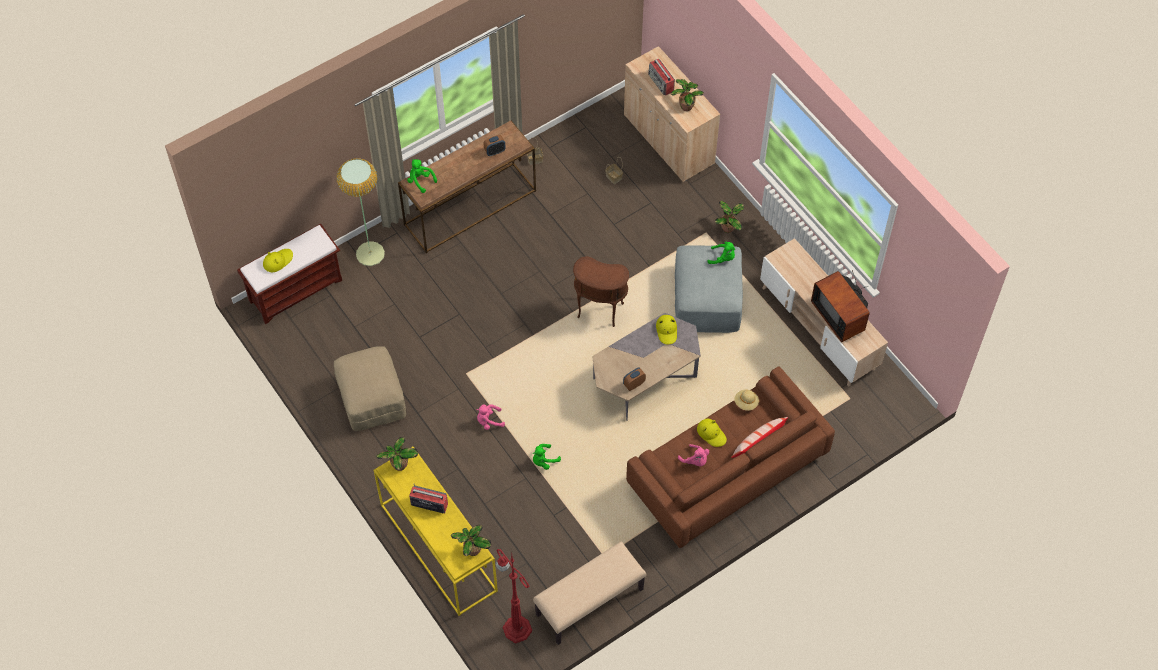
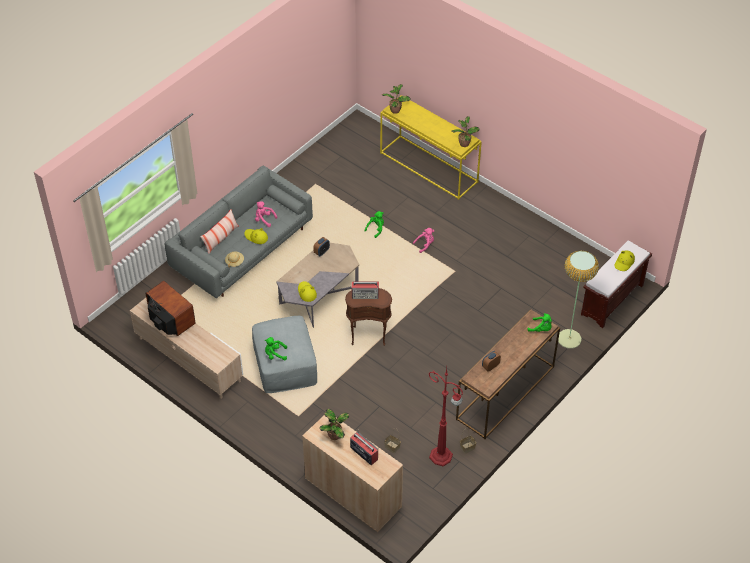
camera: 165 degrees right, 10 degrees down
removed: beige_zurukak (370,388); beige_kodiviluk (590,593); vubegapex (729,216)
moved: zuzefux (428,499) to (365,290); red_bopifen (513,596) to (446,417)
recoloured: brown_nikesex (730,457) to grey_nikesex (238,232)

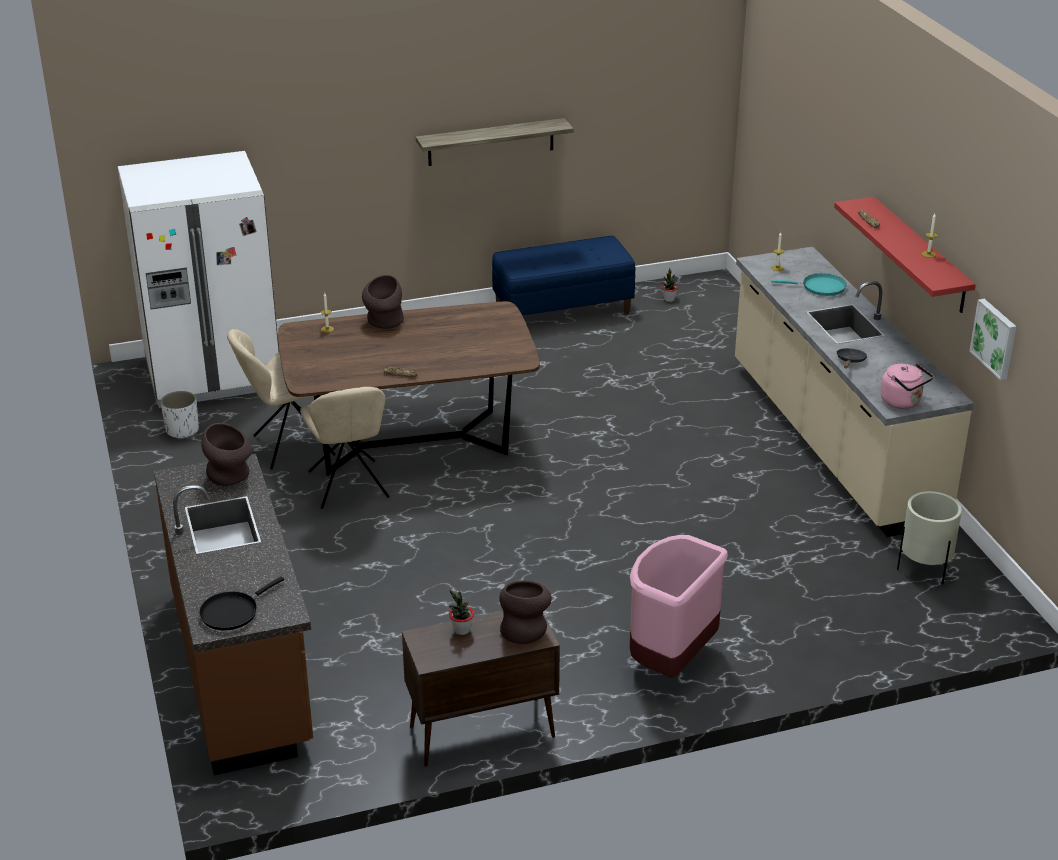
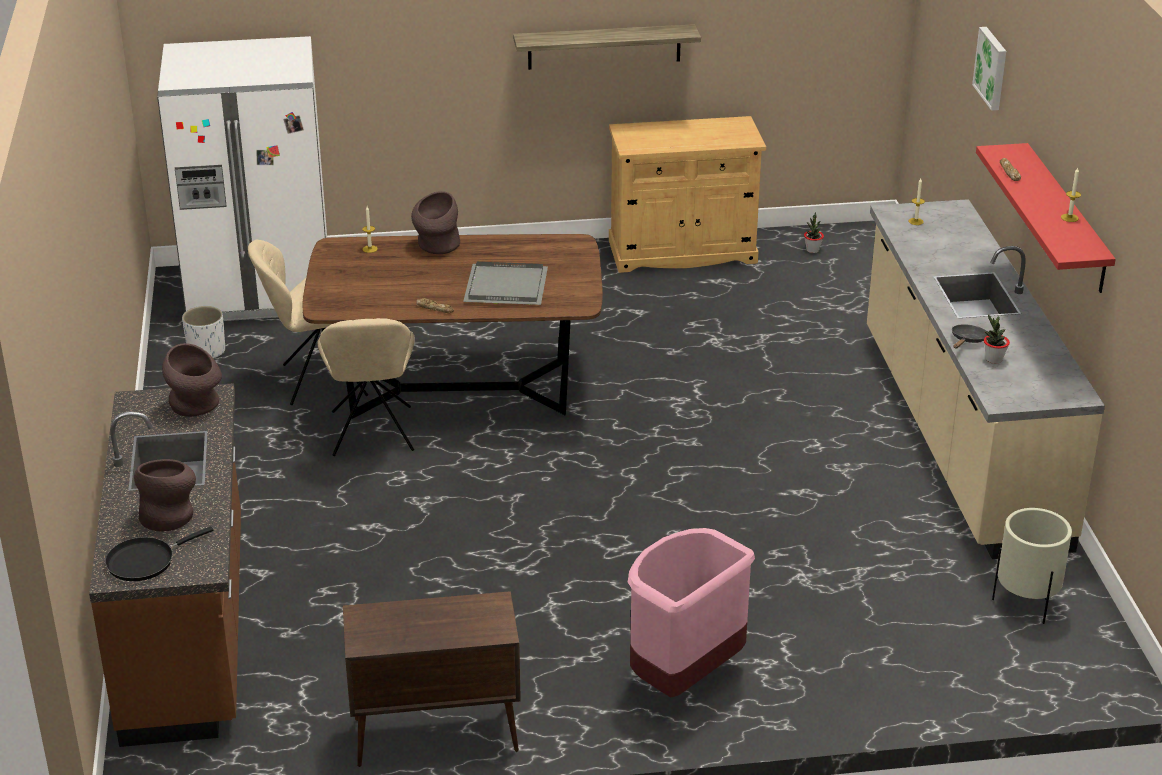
camera: 10 degrees right, 0 degrees up
removed: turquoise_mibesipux (809,284); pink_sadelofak (907,386)
added: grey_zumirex (505,283)
moved: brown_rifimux (525,612) to (165,495); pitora (993,339) to (989,69); vubegapex (461,612) to (997,339)
replaced: blue_kodiviluk (563,275) to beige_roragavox (687,194)

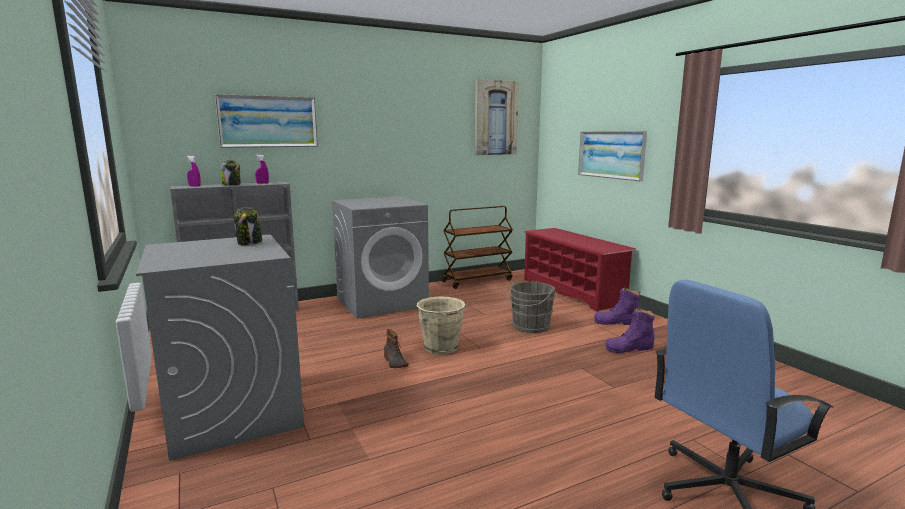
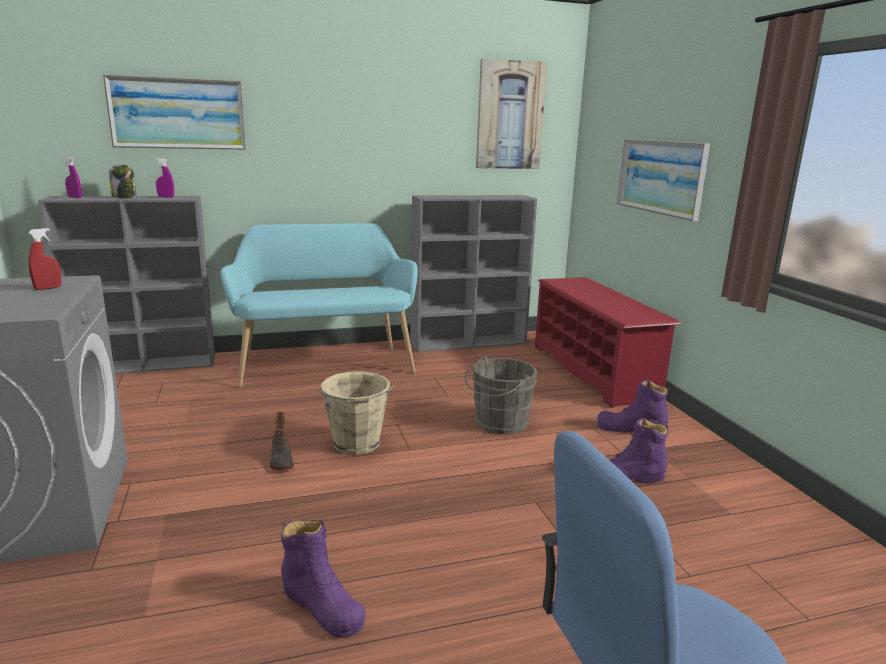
camera: 10 degrees right, 5 degrees up
added: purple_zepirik (323,579)
replaced: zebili (247,226) to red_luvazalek (44,259); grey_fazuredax (380,257) to turquoise_kodiviluk (319,305); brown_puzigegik (477,247) to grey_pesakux (473,273)

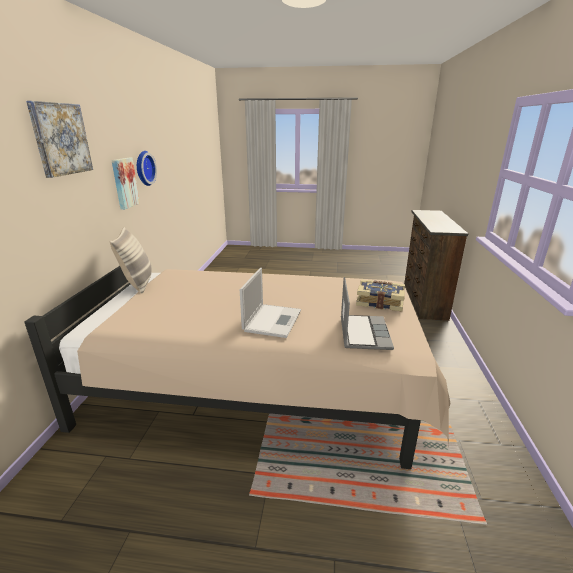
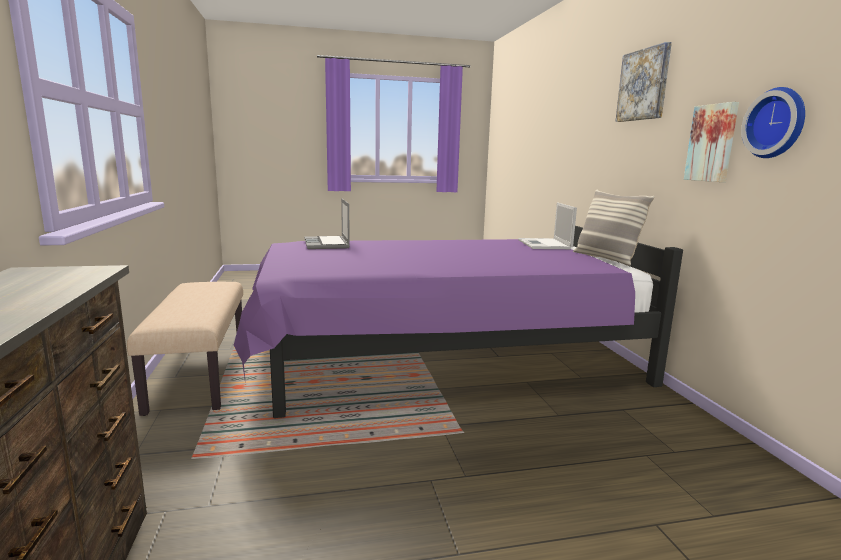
camera: 160 degrees right, 10 degrees down
removed: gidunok (380,295)
added: beige_kodiviluk (185,349)
moved: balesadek (270,303) to (547,225)
recoloured: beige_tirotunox (237,367) to purple_tirotunox (458,322)

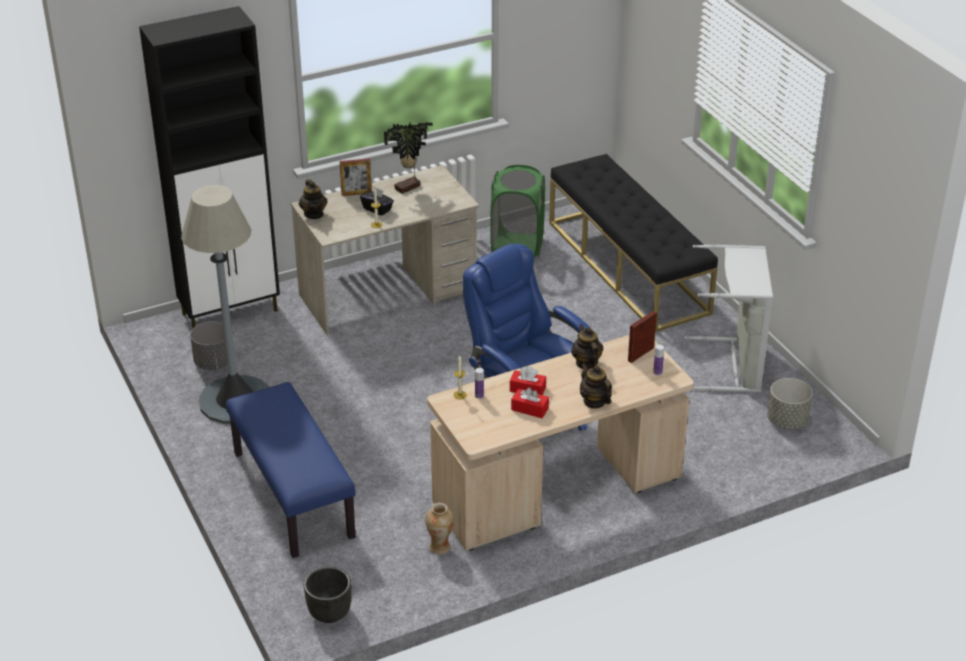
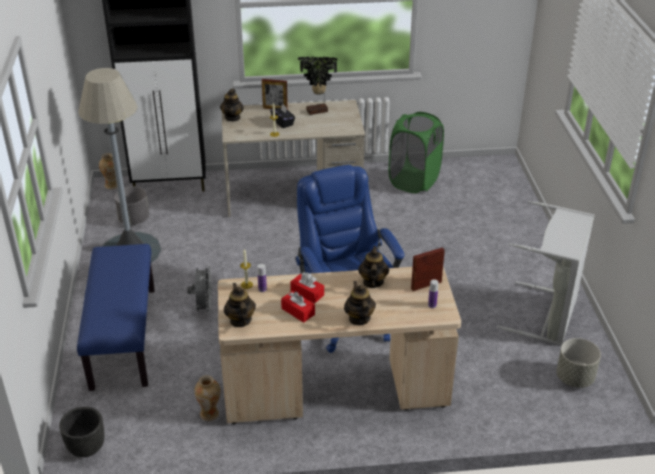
camera: 20 degrees right, 0 degrees up
removed: black_kodiviluk (633,243)
added: rifimux (108,171); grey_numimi (200,289); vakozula (240,305)

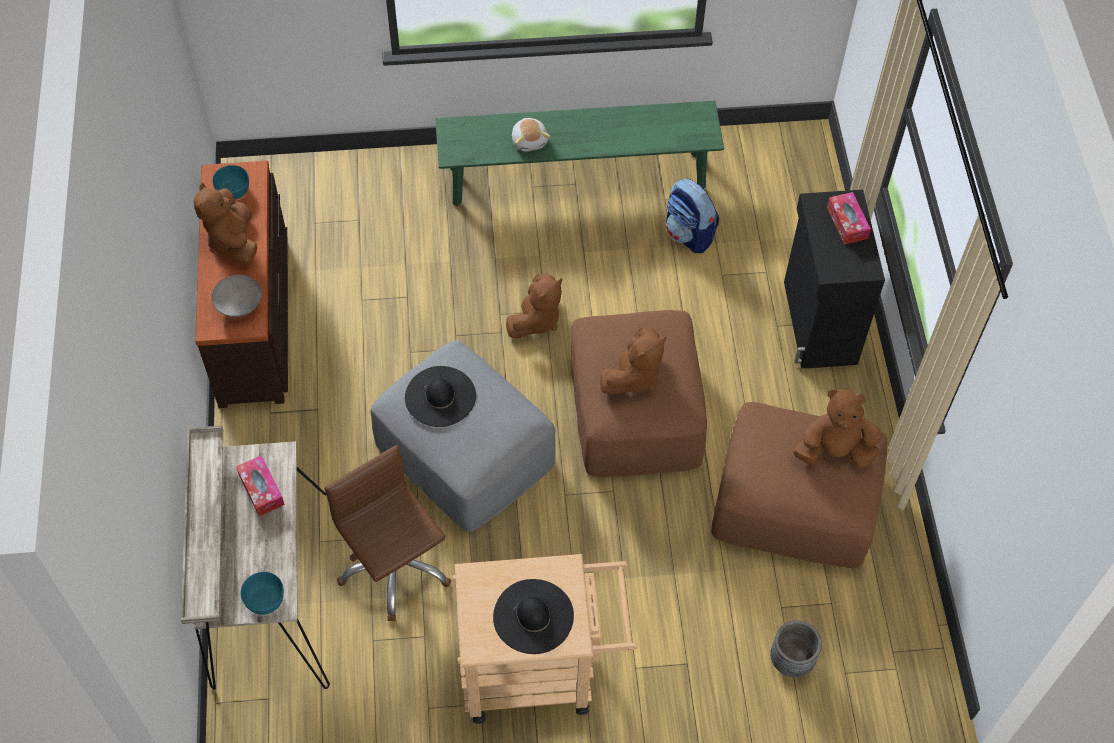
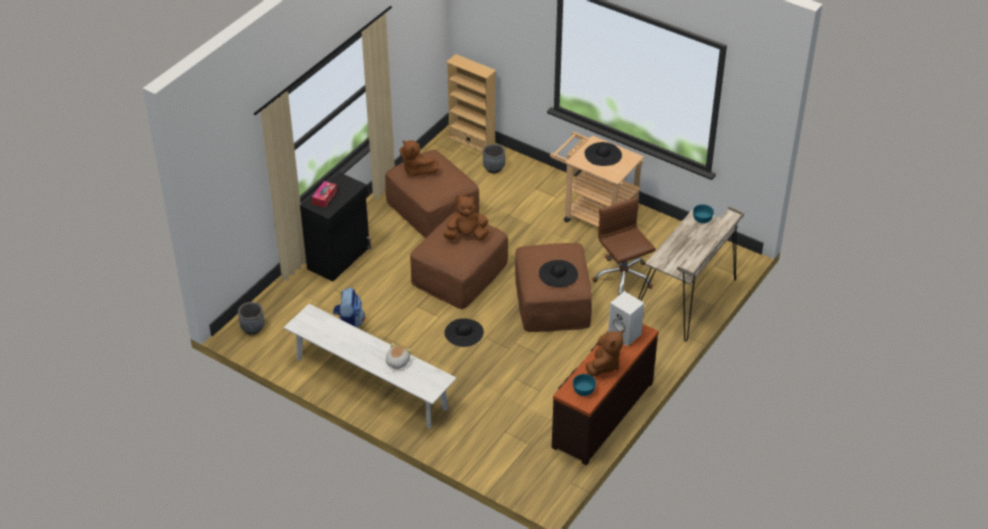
camera: 140 degrees left, 15 degrees down
removed: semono (260,485)
added: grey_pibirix (251,318); beige_pesakux (471,103)
replaced: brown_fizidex (534,305) to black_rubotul (464,332); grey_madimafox (236,296) to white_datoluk (626,318)
recoloured: green_kodiviluk (579,154) to white_kodiviluk (370,366); grey_zurukak (462,436) to brown_zurukak (553,287)
turned: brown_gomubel (388,533) = (624,246) 150 degrees clockwise

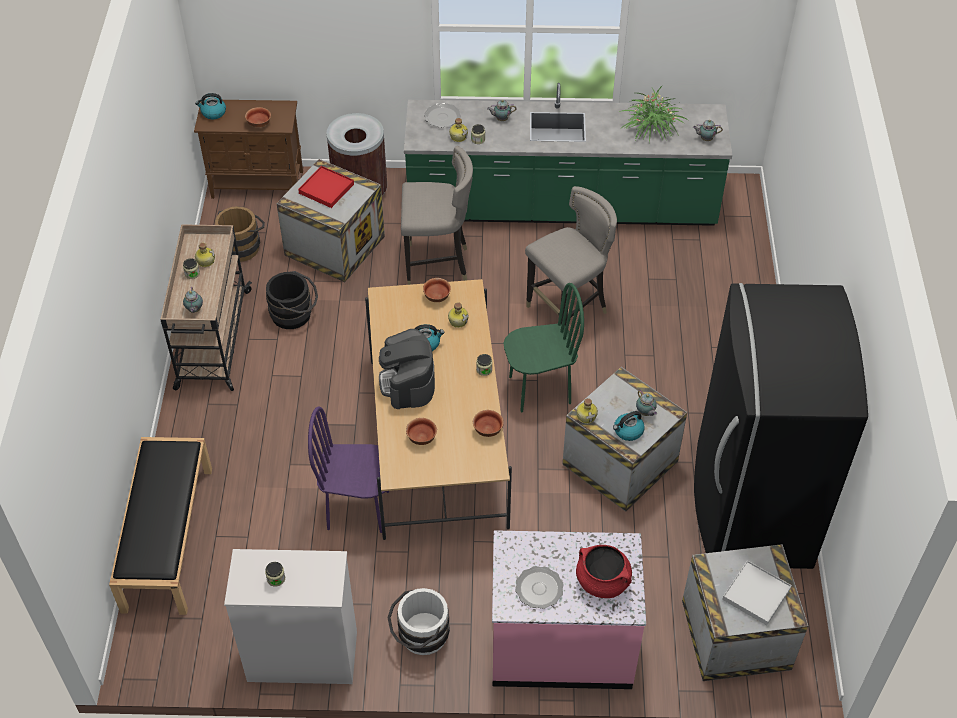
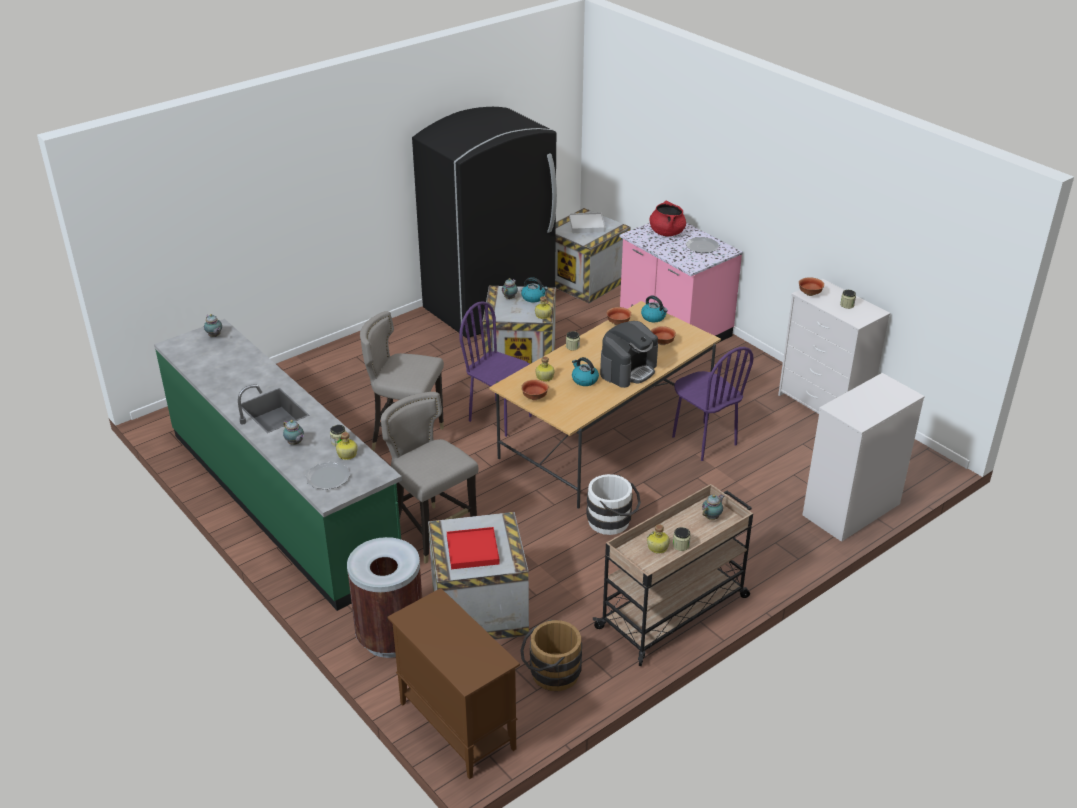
camera: 130 degrees left, 15 degrees down
removed: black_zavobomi (292,300); vubegapex (653,114)
moved: white_zavobomi (419,621) to (613,504); sadelofak (210,106) to (654,309); madimafox (258,117) to (811,286)
replaced: black_kodiviluk (160,526) to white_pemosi (864,457)
recoloured: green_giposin (543,347) to purple_giposin (495,369)

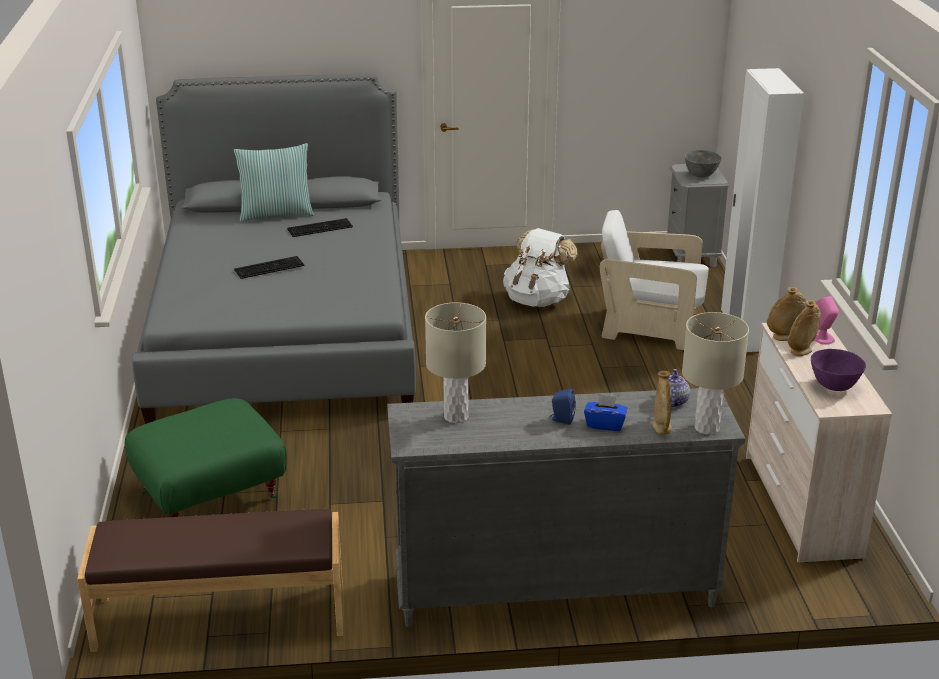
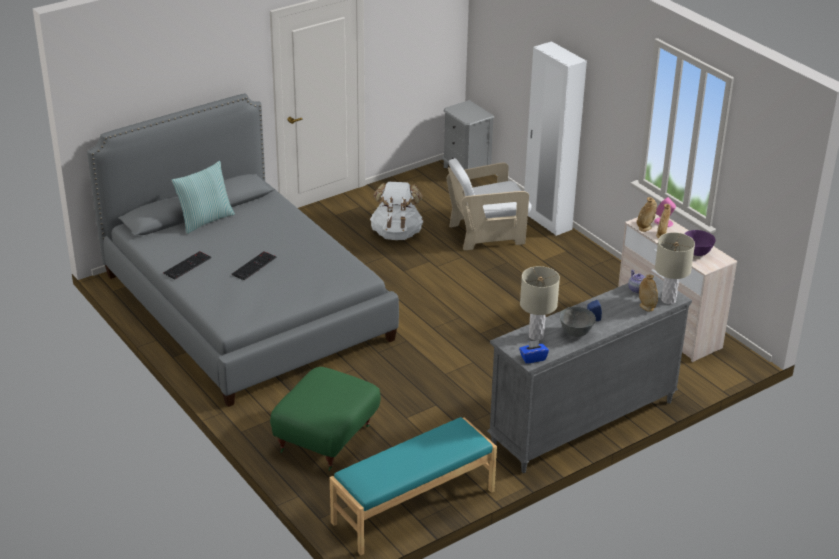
camera: 30 degrees left, 5 degrees up
moved: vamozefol (320,227) to (187,265); blue_semono (606,412) to (534,352); grey_madimafox (703,163) to (578,322)
recoloured: brown_kodiviluk (210,580) to turquoise_kodiviluk (413,486)

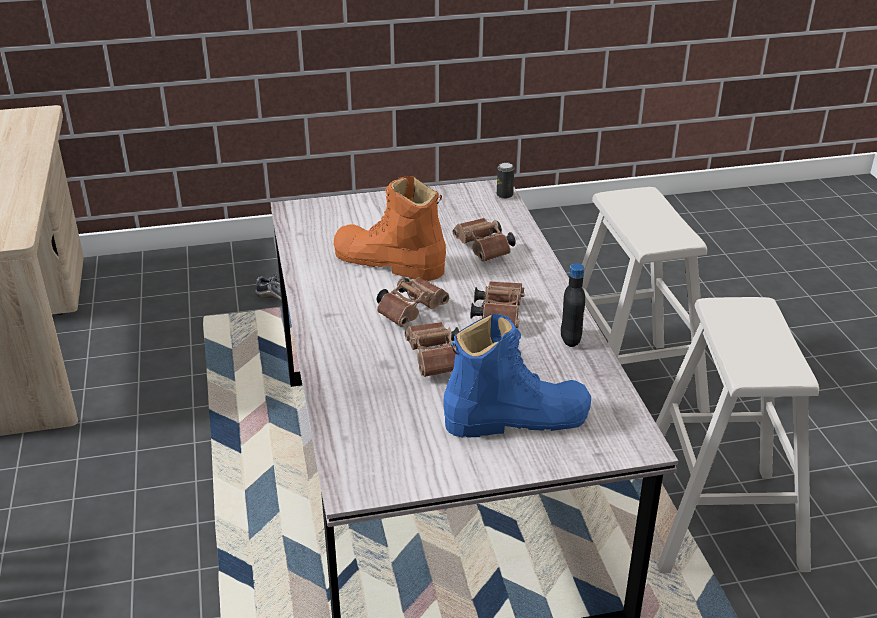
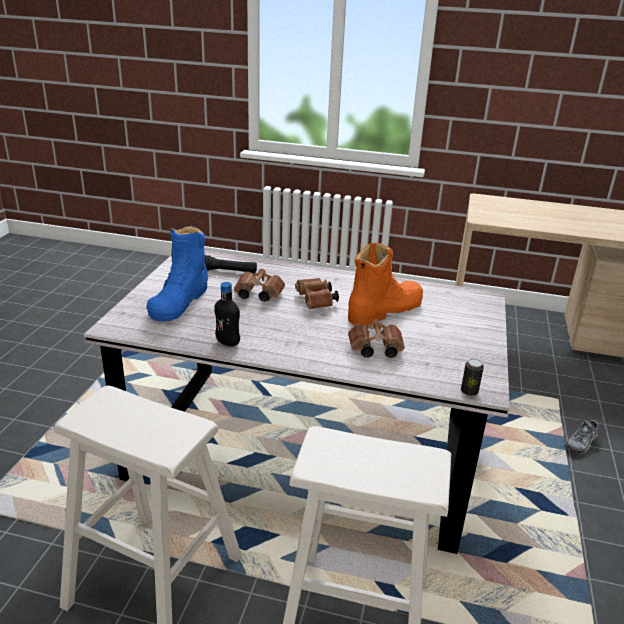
camera: 115 degrees right, 5 degrees down
removed: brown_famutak (497,304)
added: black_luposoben (231,264)

